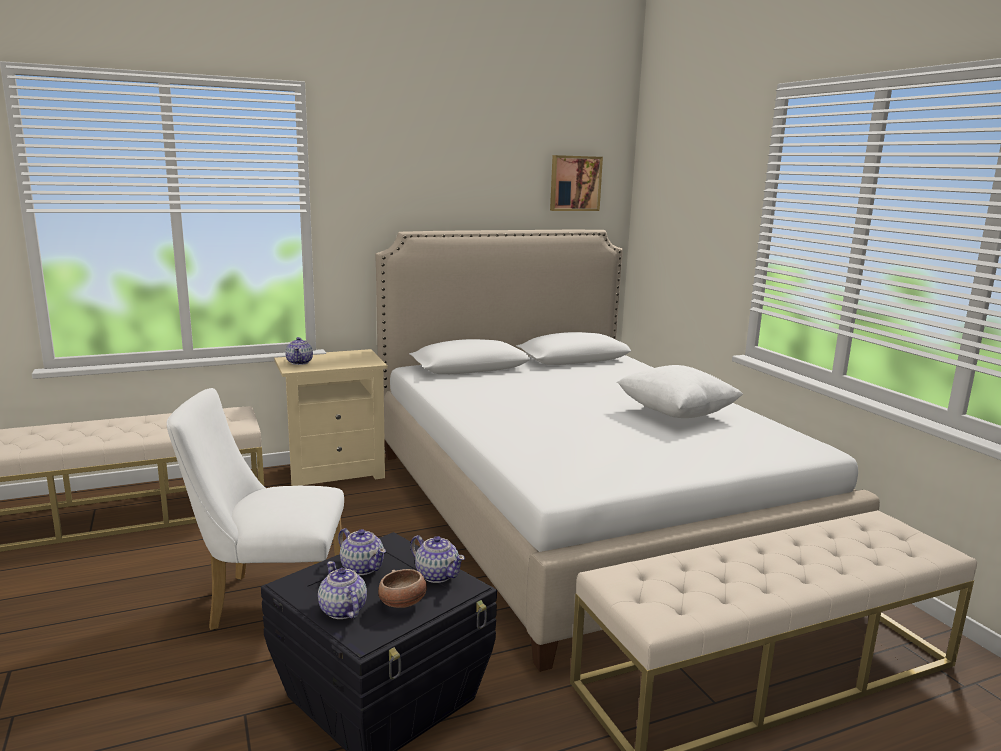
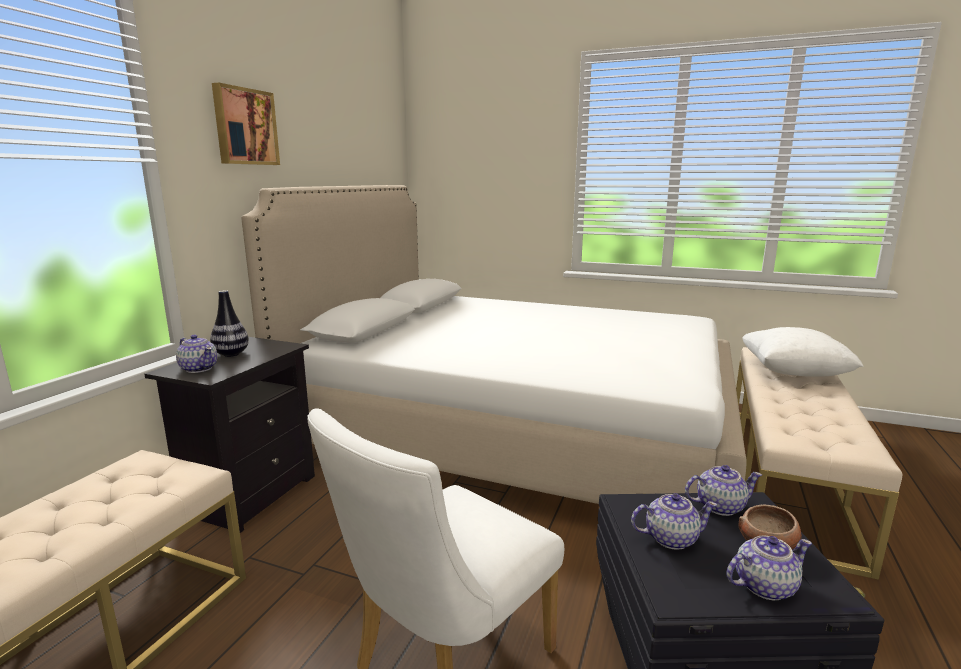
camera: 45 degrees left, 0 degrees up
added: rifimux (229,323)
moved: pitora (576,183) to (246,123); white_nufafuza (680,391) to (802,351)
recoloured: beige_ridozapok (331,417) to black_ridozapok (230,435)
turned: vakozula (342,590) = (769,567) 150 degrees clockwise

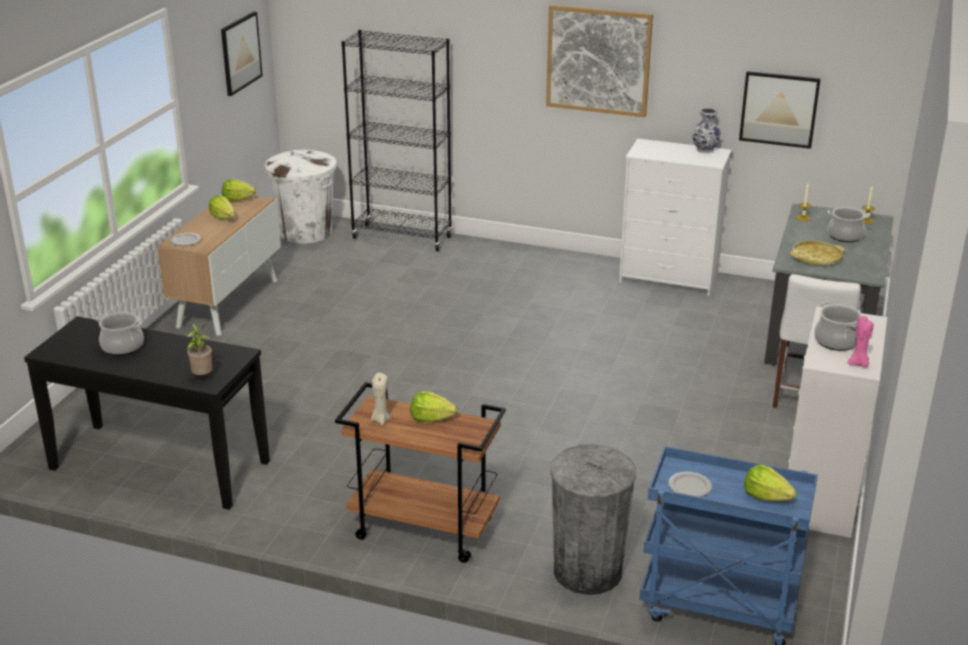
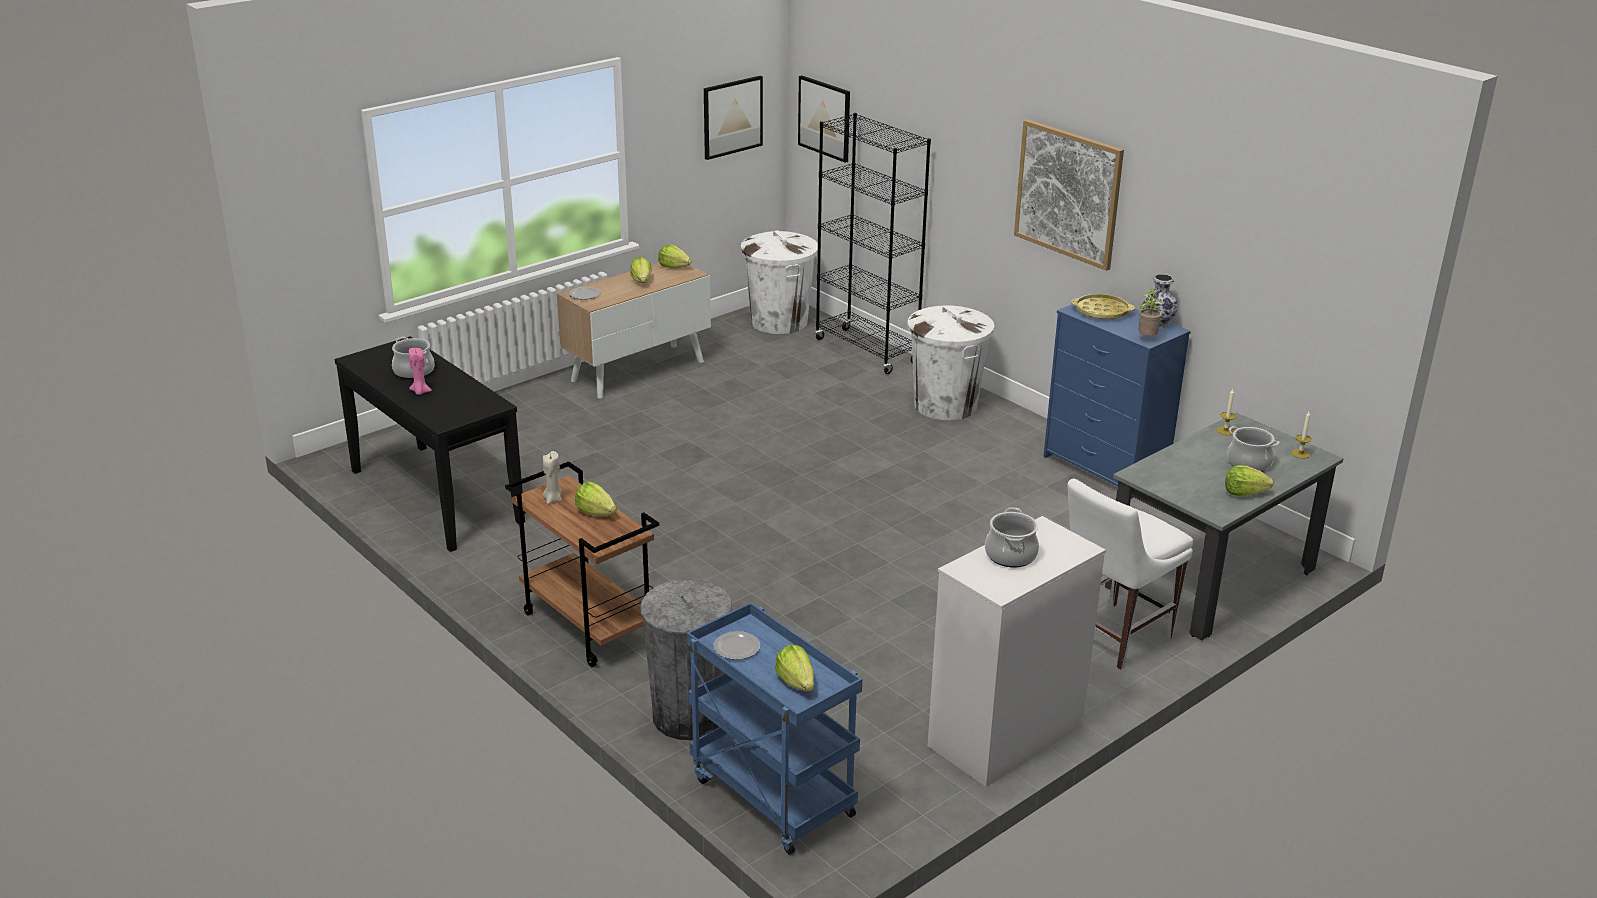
camera: 30 degrees right, 0 degrees up
added: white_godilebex (950,362); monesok (1249,480)
moved: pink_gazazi (860,341) to (420,371); pitora (780,110) to (824,119); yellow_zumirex (817,253) to (1103,307); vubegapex (199,349) to (1150,312)
recoloured: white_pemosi (675,217) to blue_pemosi (1117,402)

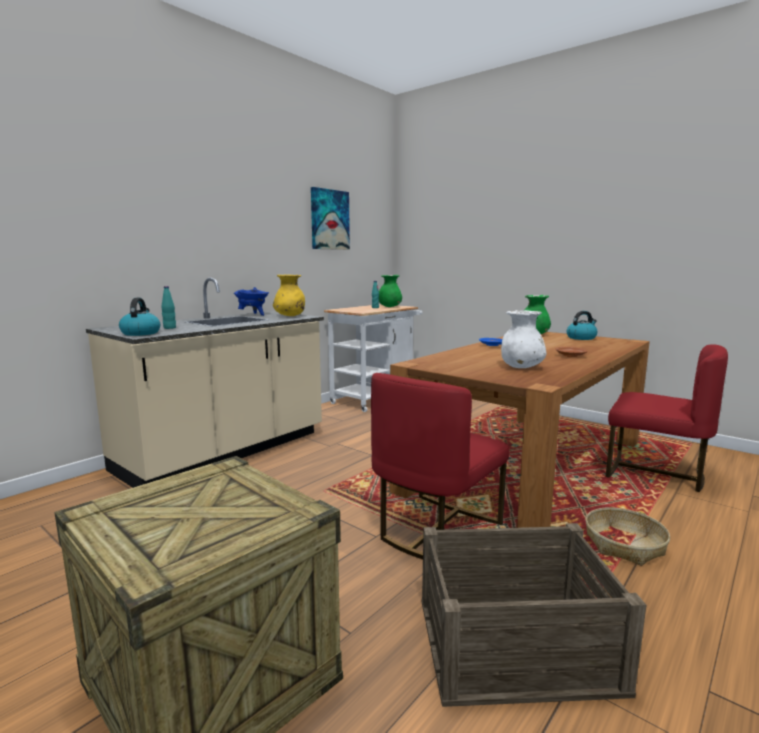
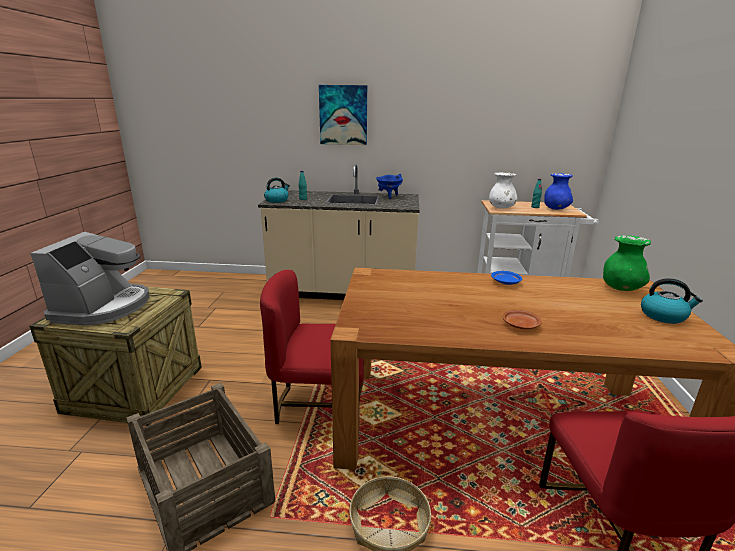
camera: 55 degrees right, 10 degrees up
removed: yellow_rifimux (289,295)
added: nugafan (90,278)
moved: pitora (330,218) to (343,115); white_rifimux (524,339) to (503,190)
recoloured: green_rifimux (390,291) to blue_rifimux (558,191)

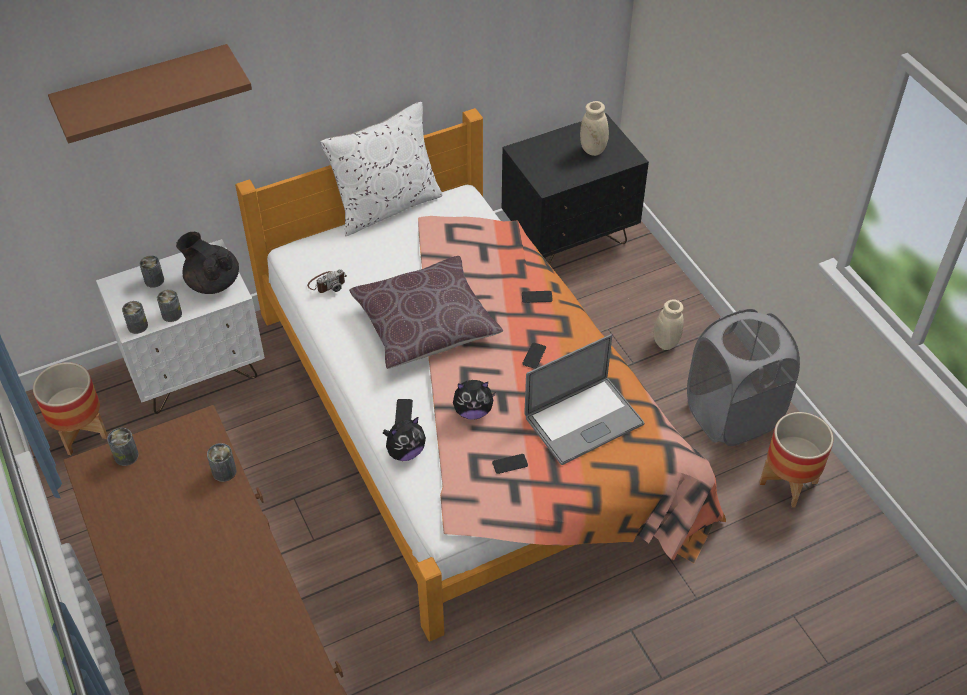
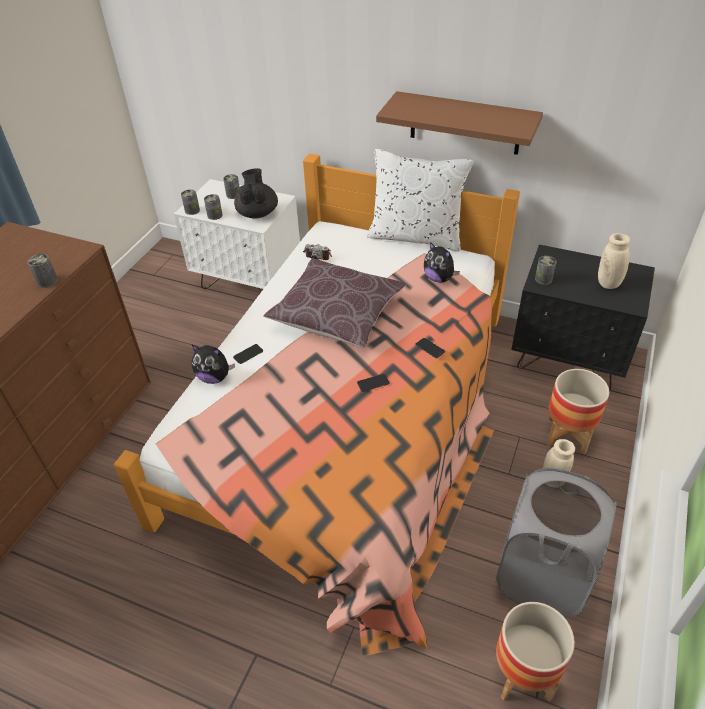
camera: 50 degrees right, 5 degrees down
removed: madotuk (510,464); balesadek (584,399)
moved: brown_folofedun (150,94) to (459,123); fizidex (474,400) to (442,262); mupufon (123,447) to (546,270); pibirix (70,408) to (578,411)

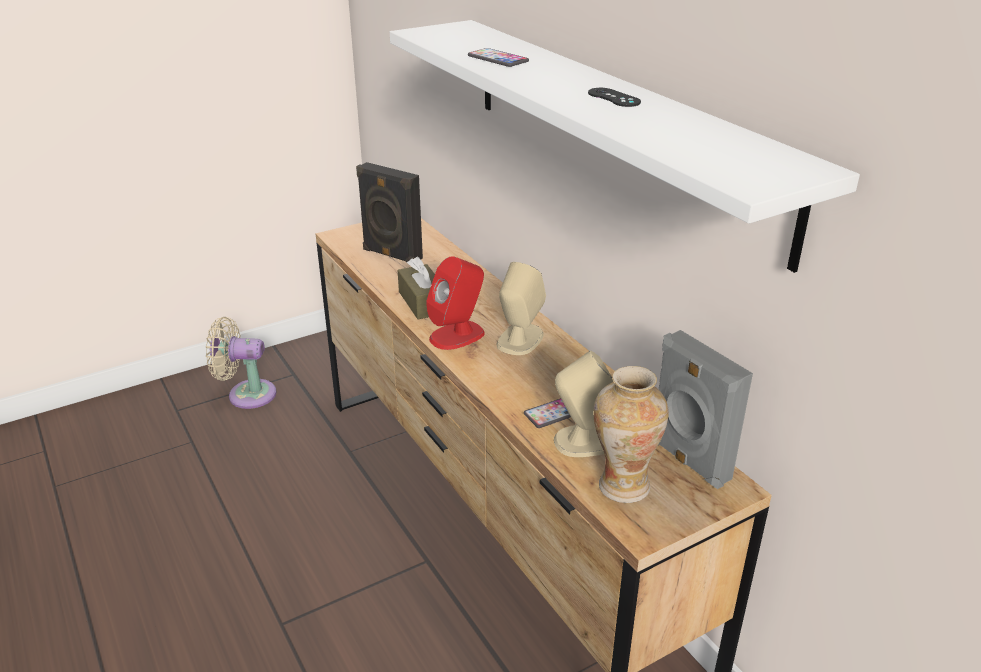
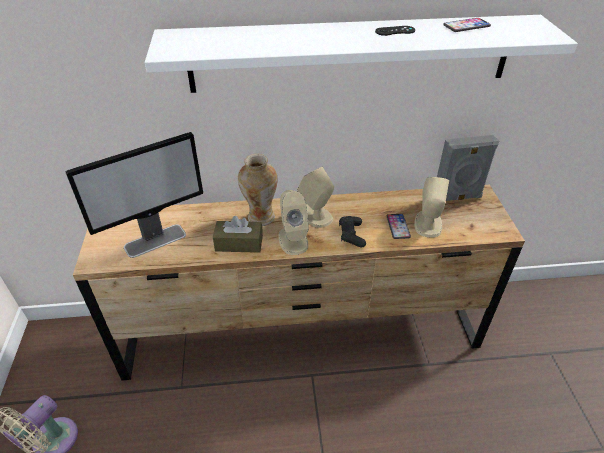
camera: 65 degrees left, 10 degrees up
added: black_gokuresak (352,232)
moved: rifimux (631,434) to (257,190); madotuk (498,57) to (467,25)
replaced: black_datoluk (389,212) to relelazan (134,195)
recoloured: red_datoluk (455,303) to beige_datoluk (293,222)

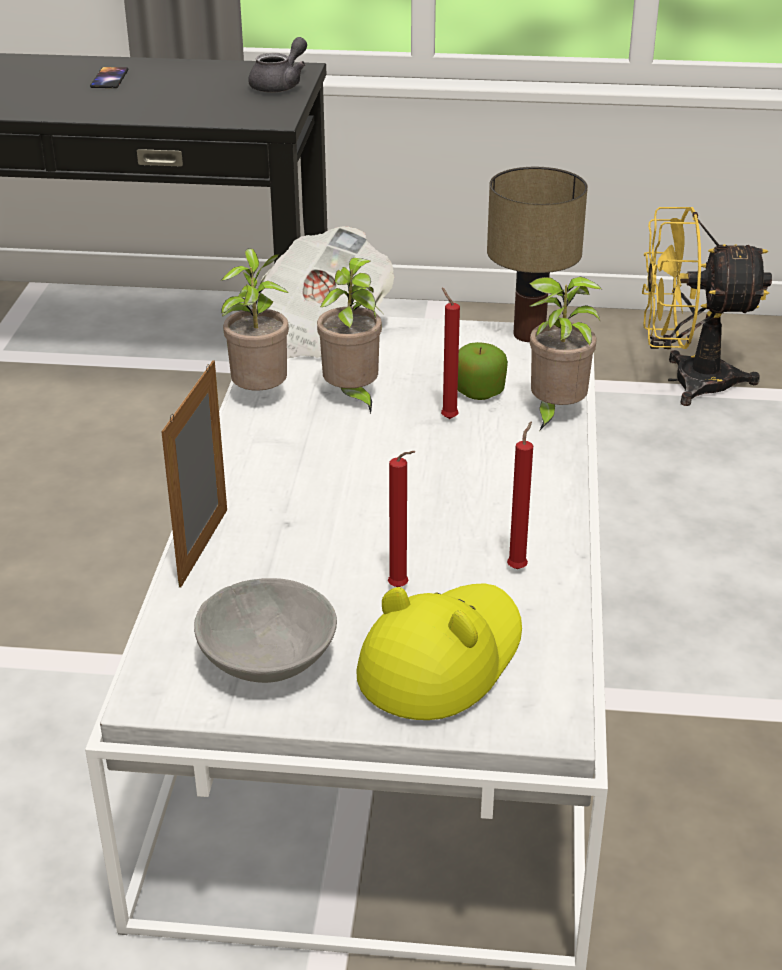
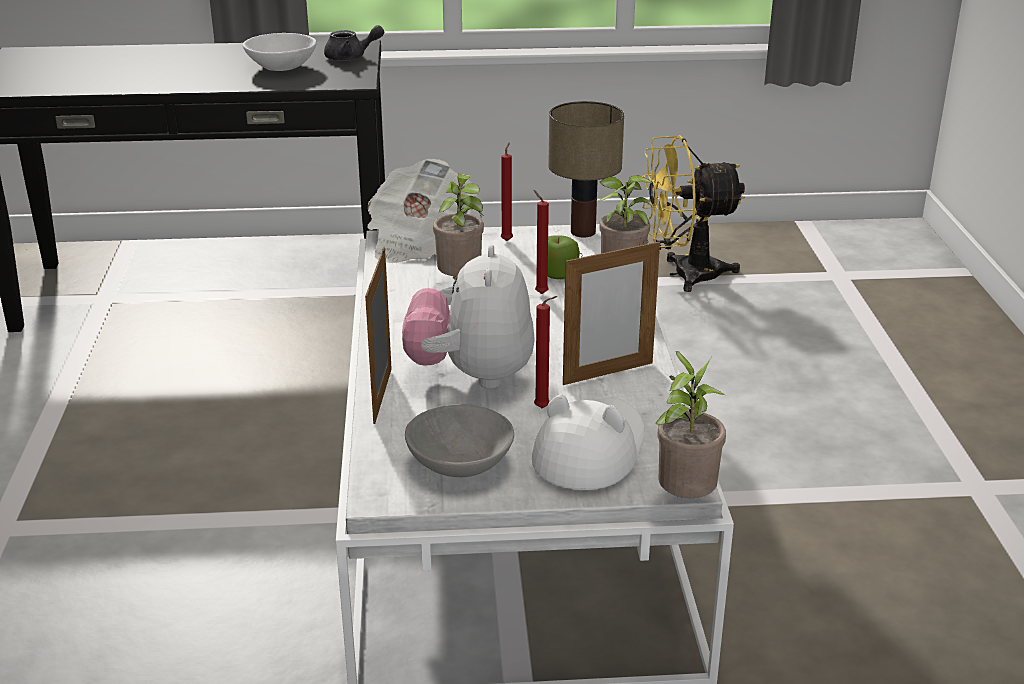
camera: 10 degrees left, 5 degrees down
removed: madotuk (109,77)
added: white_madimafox (280,52); fizidex (468,317); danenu (611,312)
moved: red_gazazi (520,495) to (507,192); vubegapex (255,319) to (691,424)
recoloured: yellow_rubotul (439,651) to white_rubotul (588,442)
turned: grey_vakozula (277,65) = (354,43) 60 degrees clockwise

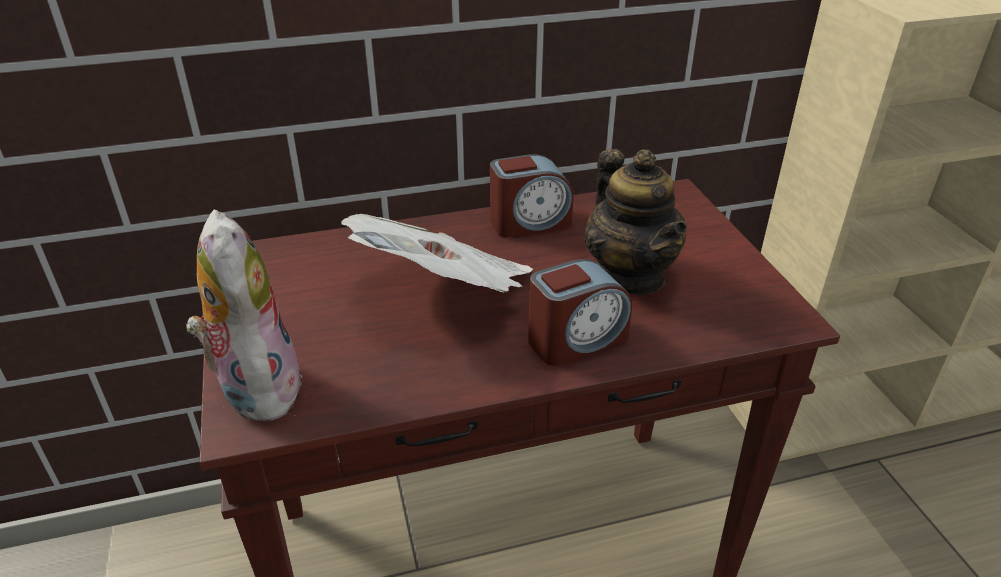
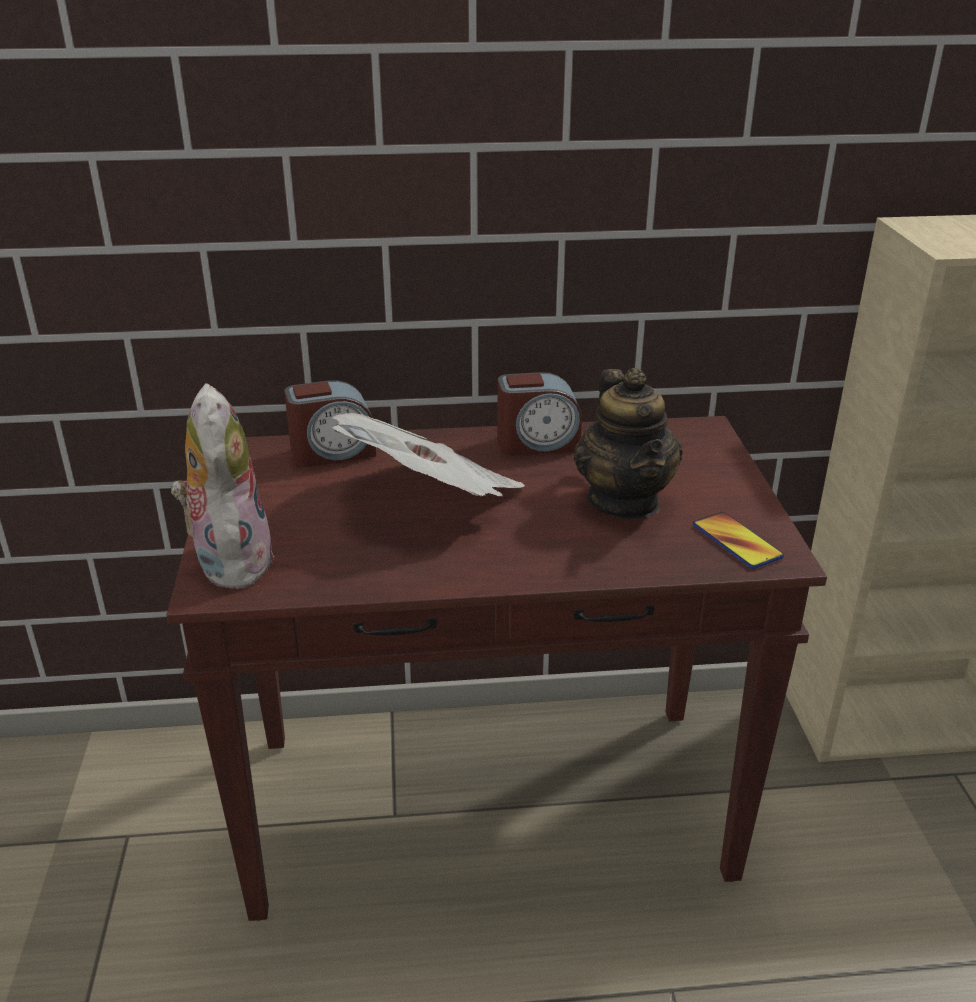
camera: 10 degrees right, 5 degrees down
added: madotuk (738,540)
moved: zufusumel (580,312) to (330,423)

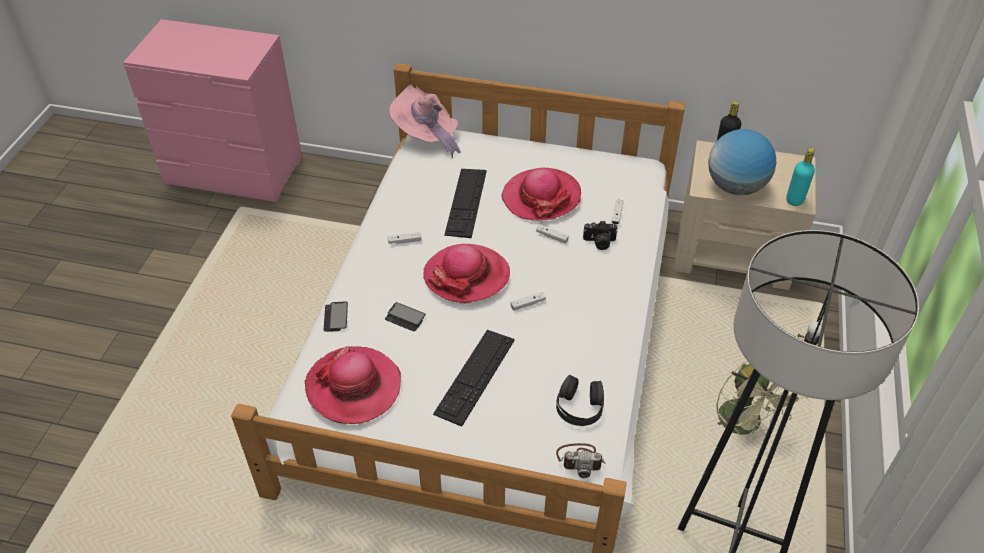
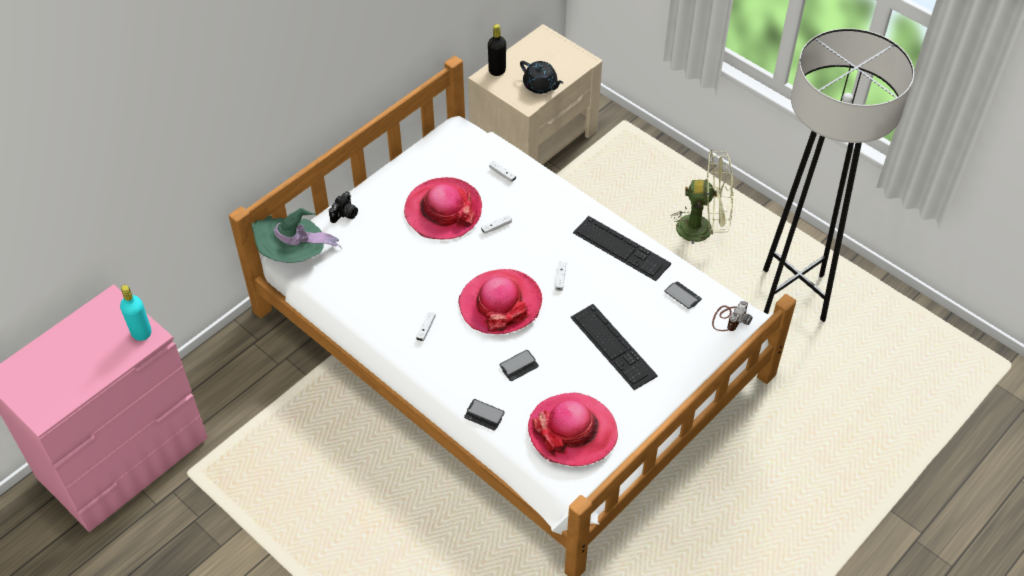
camera: 60 degrees left, 5 degrees up
moved: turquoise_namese (800,177) to (135,313); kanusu (600,235) to (343,207); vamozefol (465,203) to (622,248)
replaced: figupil (742,162) to black_vakozula (542,77); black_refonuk (580,400) to madotuk (683,295)
recoloured: pink_rubotul (425,121) to green_rubotul (297,235)

